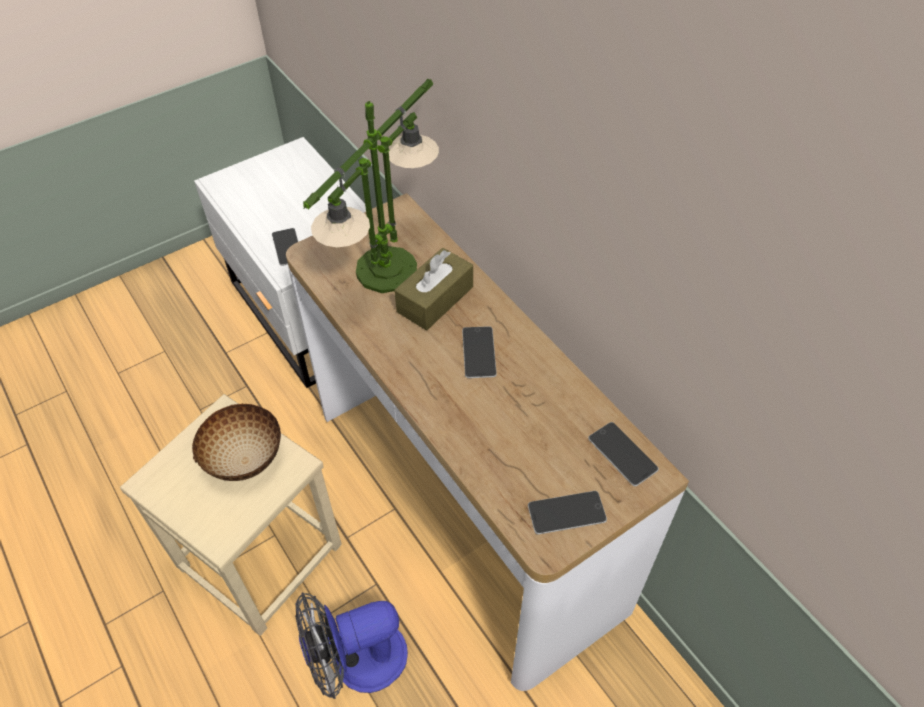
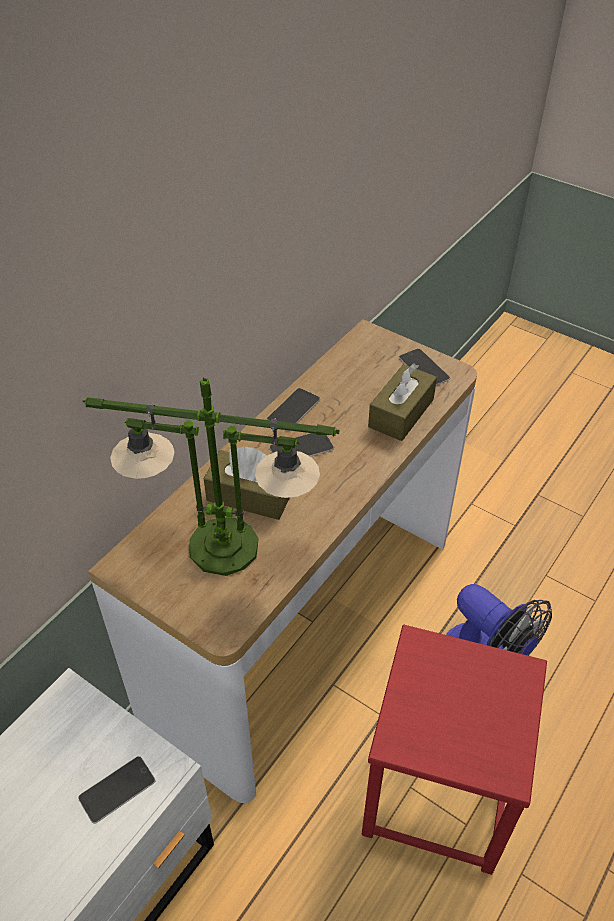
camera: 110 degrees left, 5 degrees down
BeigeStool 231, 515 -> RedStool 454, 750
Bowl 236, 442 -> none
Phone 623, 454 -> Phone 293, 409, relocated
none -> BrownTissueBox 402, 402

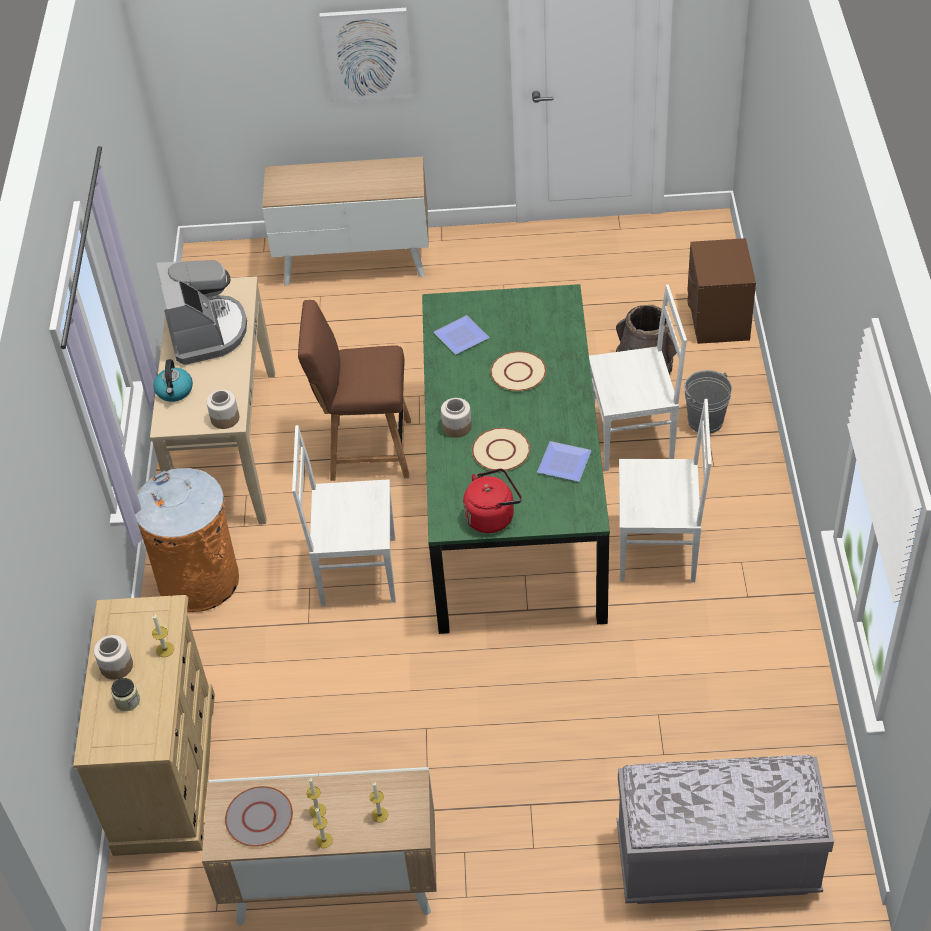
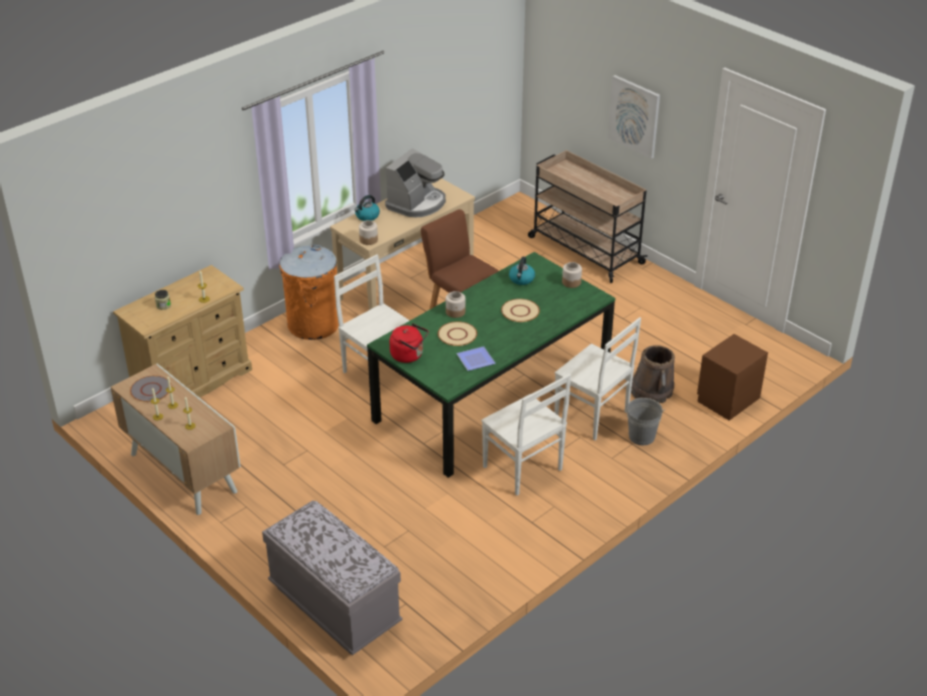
camera: 45 degrees right, 10 degrees down
Jar 113, 657 -> Jar 572, 275, relocated
Cabinet 345, 221 -> BeigeCart 588, 216
Plate 461, 335 -> Kettle 522, 271

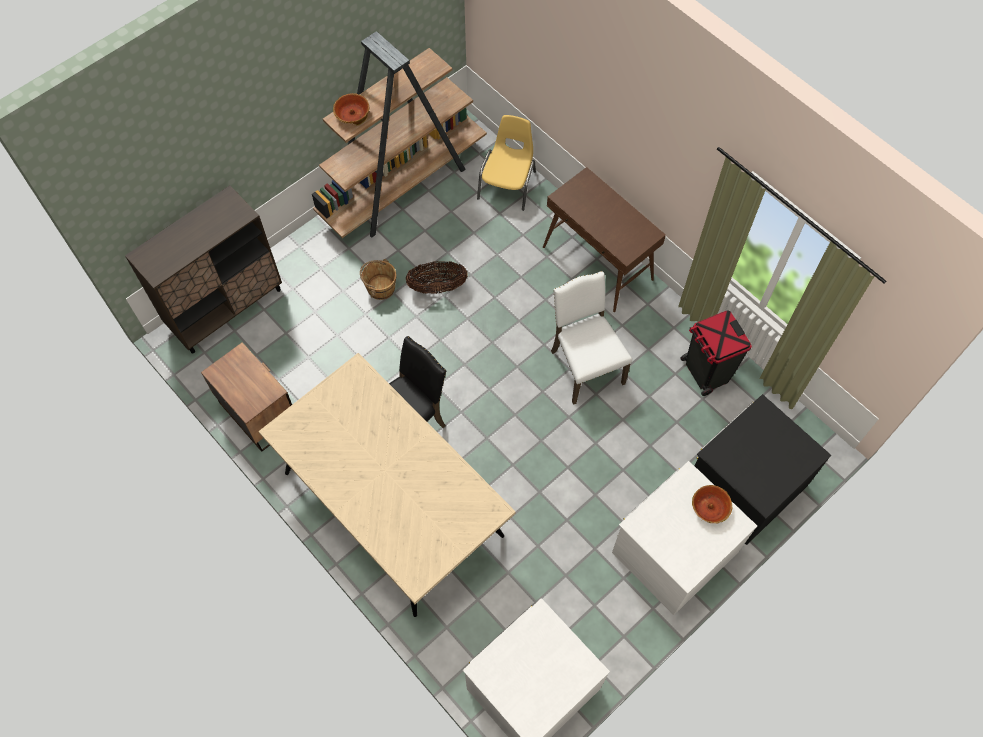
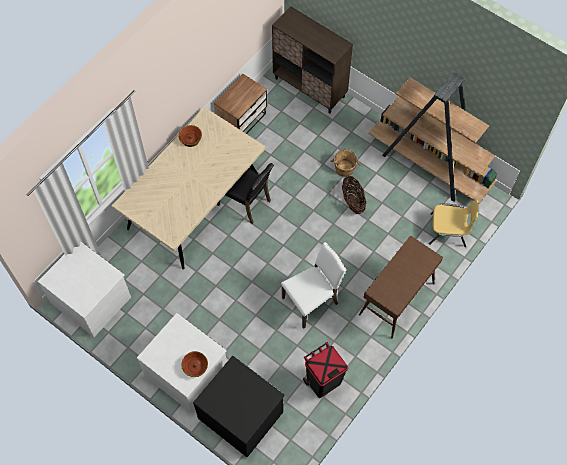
camera: 80 degrees right, 0 degrees up
Bowl 351, 109 -> Bowl 190, 136, relocated

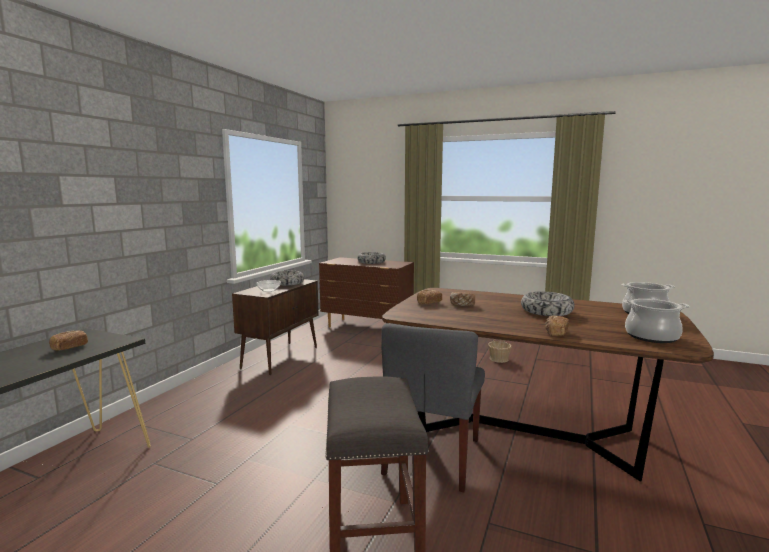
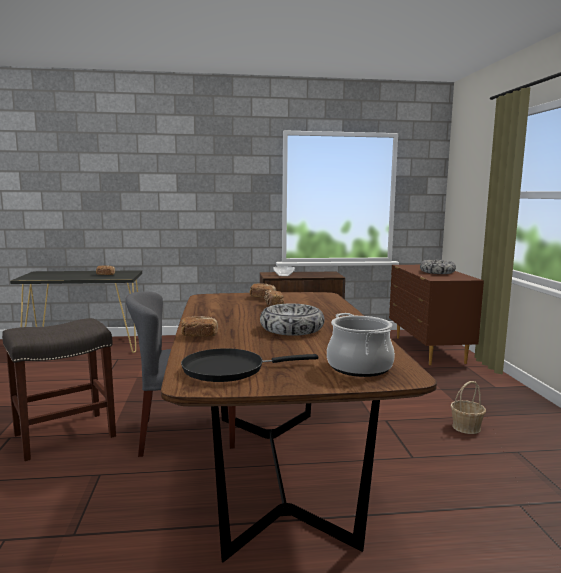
camera: 60 degrees right, 0 degrees up
Bowl 287, 278 -> none
CookingPot 657, 321 -> BlackFryingPan 249, 365

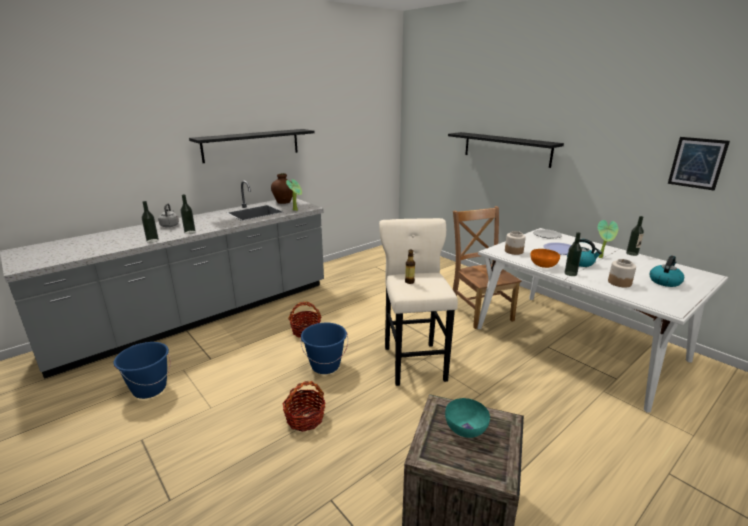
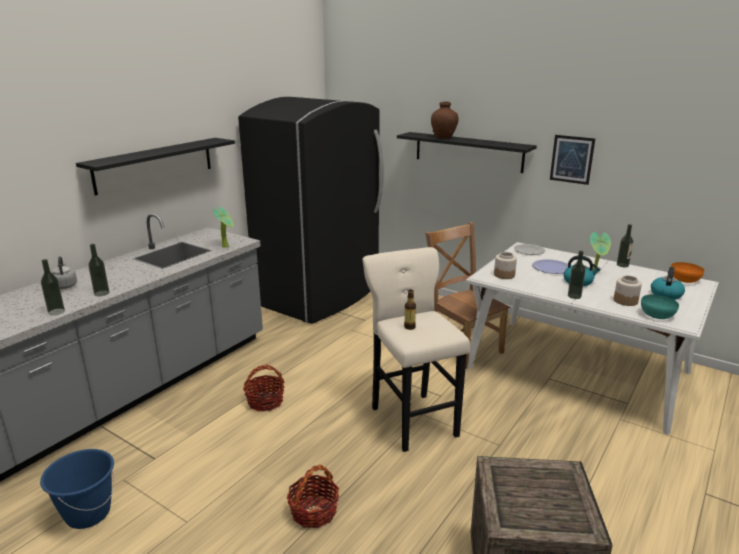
camera: 15 degrees left, 0 degrees up
BrownVase 282, 188 -> BrownVase 445, 120, relocated
BlueBucket 324, 348 -> none
TurquoiseBowl 467, 418 -> TurquoiseBowl 660, 307, relocated
OrangeBowl 545, 258 -> OrangeBowl 687, 272, relocated
Picture 699, 164 -> Picture 572, 160, relocated
none -> BlackFridge 311, 210

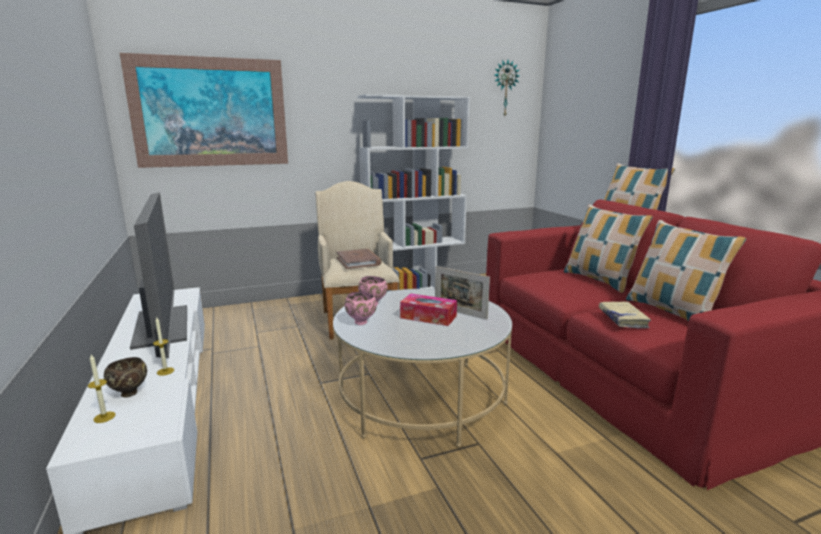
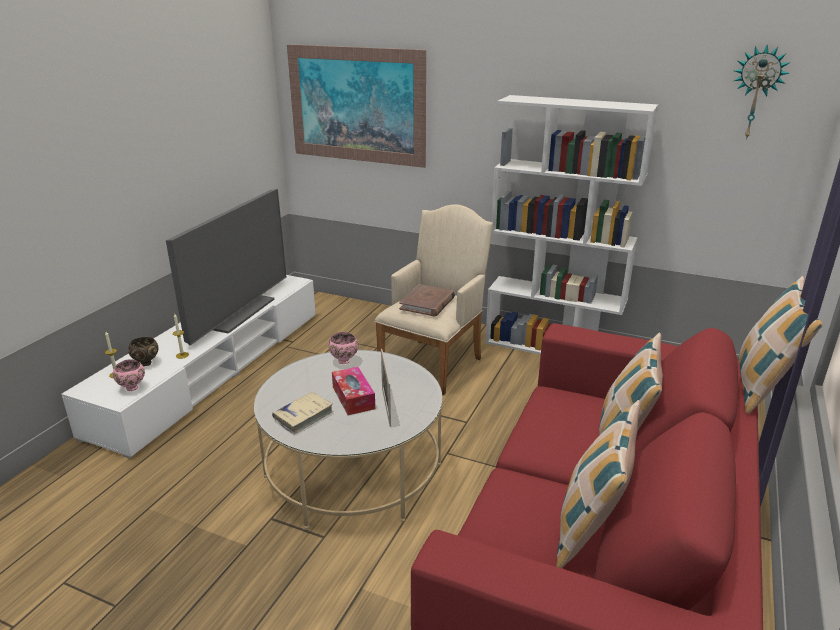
camera: 45 degrees right, 10 degrees up
PinkBowl 360, 308 -> PinkBowl 129, 375, relocated
BeigeBook 625, 315 -> BeigeBook 303, 413, relocated

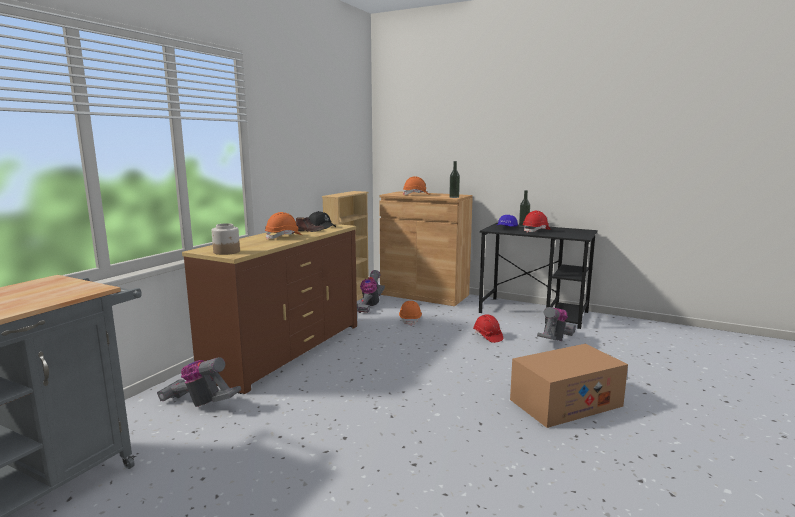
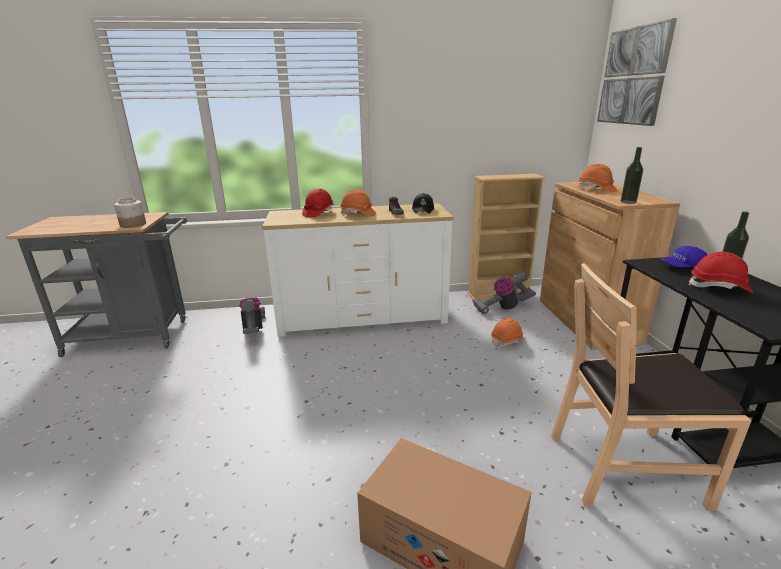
camera: 55 degrees right, 10 degrees up
BrownDresser 269, 309 -> WhiteDresser 357, 270
Jar 226, 239 -> Jar 130, 213, relocated
RedHardHat 488, 328 -> RedHardHat 318, 203, relocated
VacuumCleaner 556, 324 -> BrownChair 651, 387
none -> Picture 637, 72

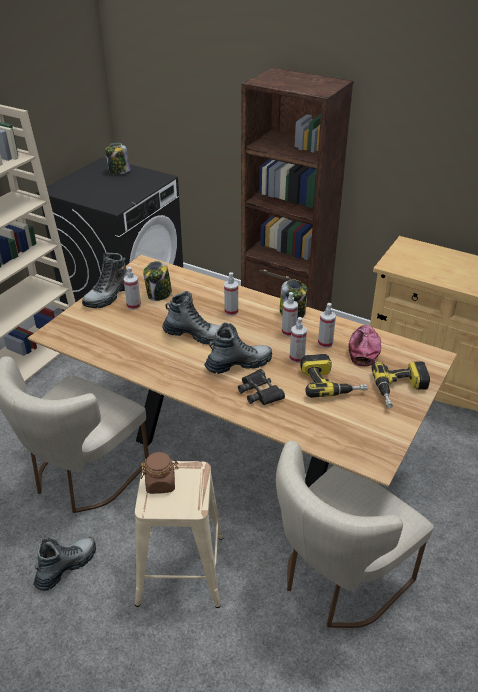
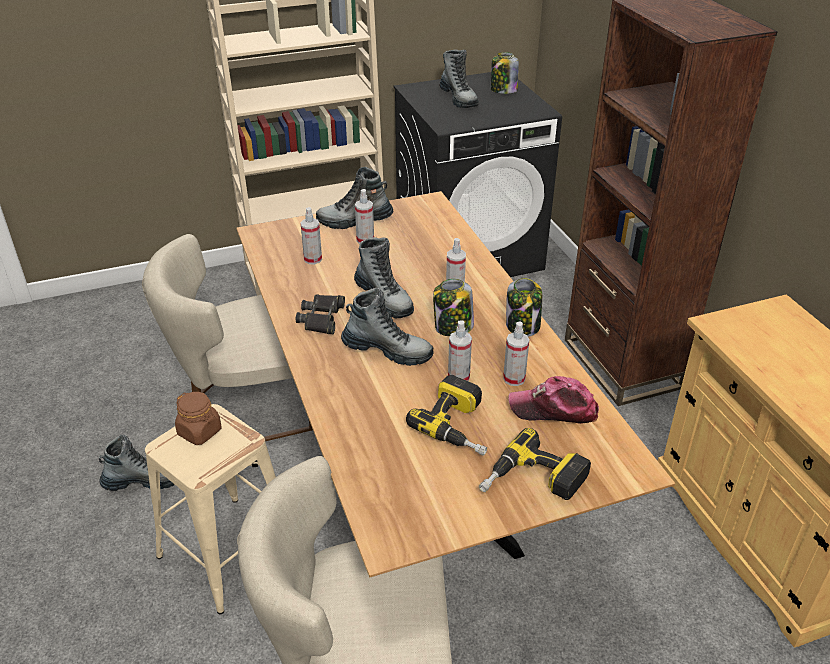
camera: 40 degrees right, 0 degrees up
Jar 157, 281 -> Jar 453, 307, relocated
BlackBinoculars 261, 387 -> BlackBinoculars 320, 314, relocated
SprayBottle 290, 314 -> SprayBottle 311, 235, relocated
Cap 365, 345 -> Cap 554, 400, 135 degrees counterclockwise
none -> Boot 459, 79

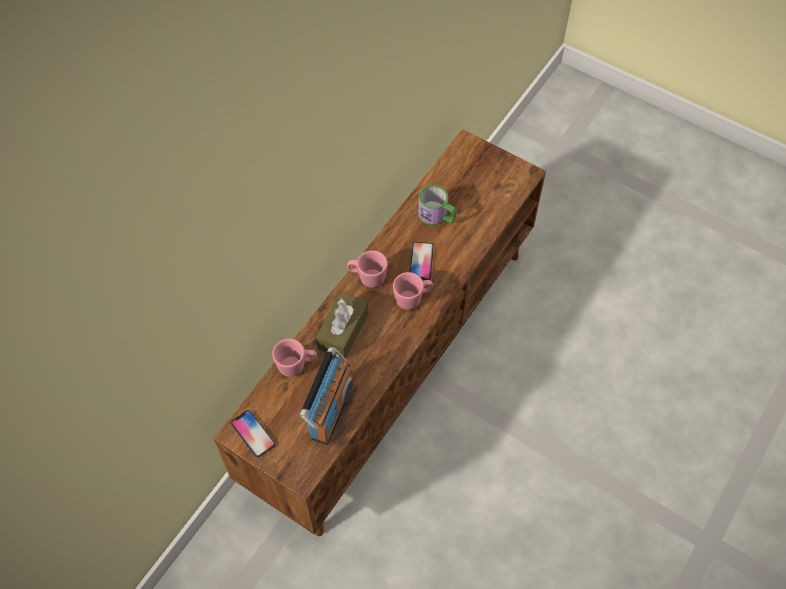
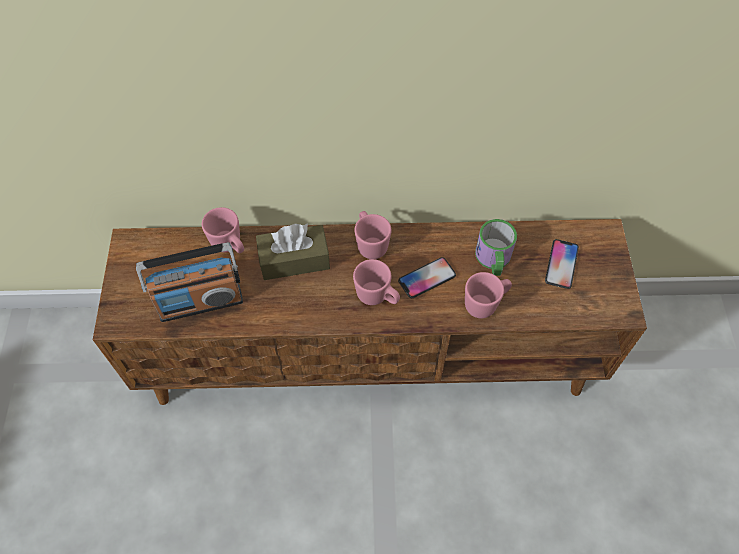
camera: 55 degrees right, 0 degrees up
Phone 253, 433 -> Phone 562, 264, relocated
none -> PinkMug 488, 295

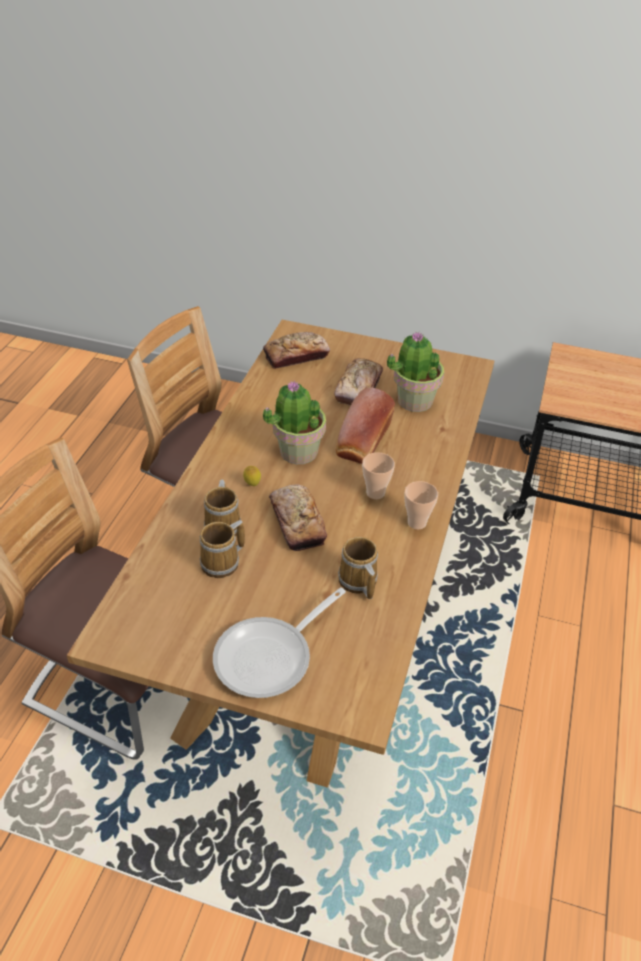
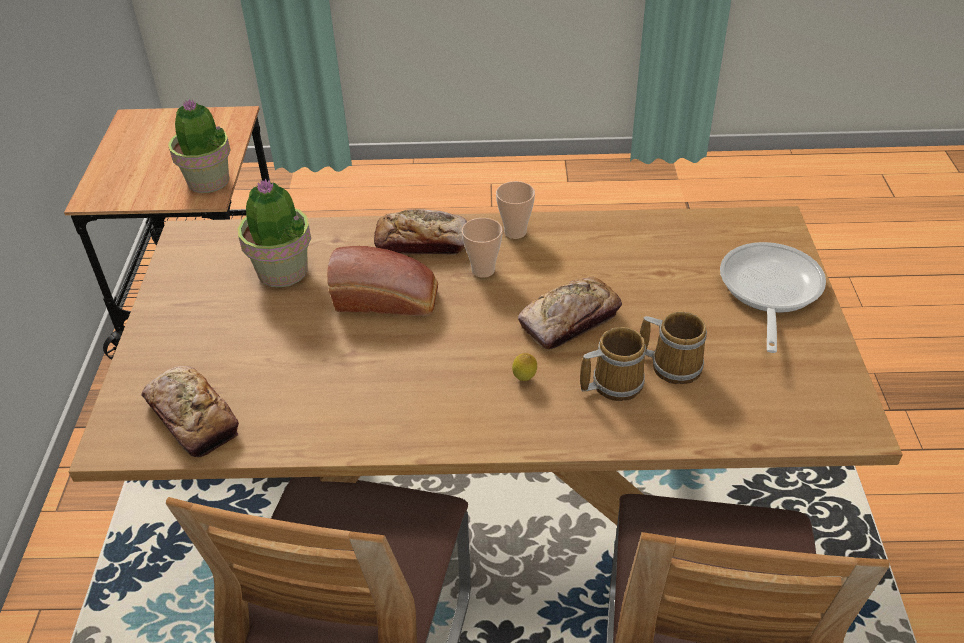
camera: 105 degrees left, 0 degrees up
FryingPan 279, 642 -> FryingPan 773, 297, 105 degrees counterclockwise
PottedPlant 294, 422 -> PottedPlant 199, 146, relocated
Bread 358, 382 -> Bread 420, 232, relocated
Mug 358, 568 -> none

